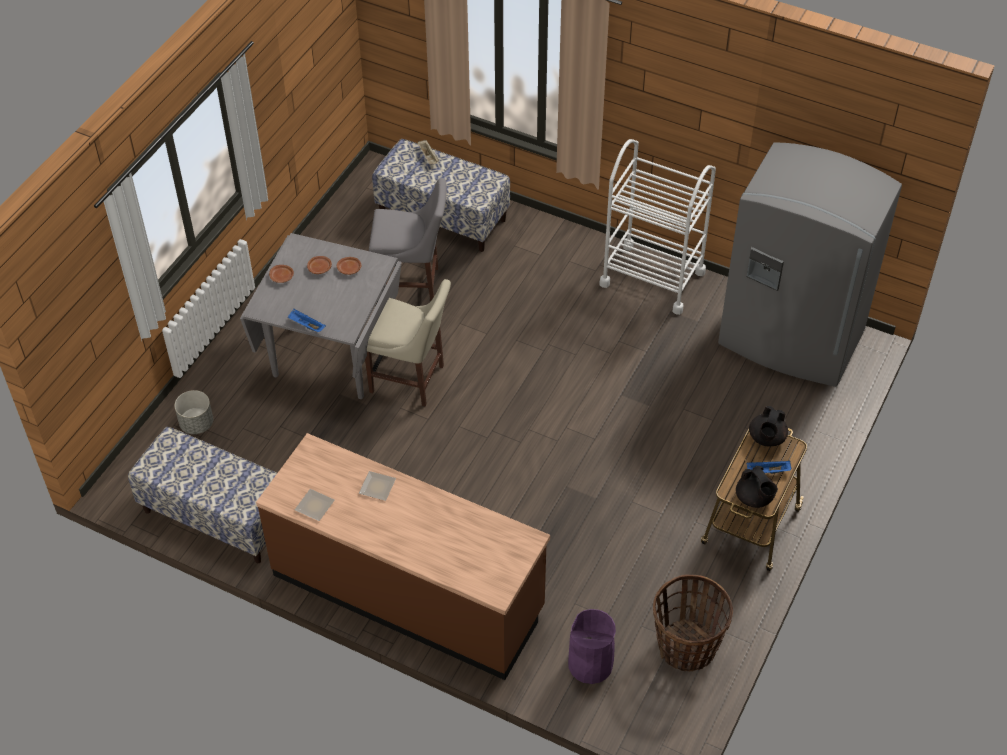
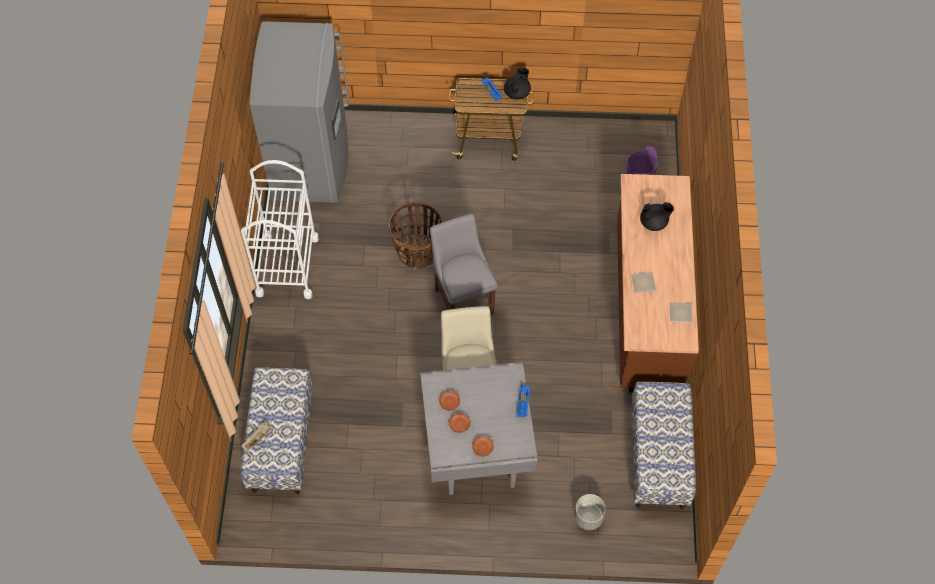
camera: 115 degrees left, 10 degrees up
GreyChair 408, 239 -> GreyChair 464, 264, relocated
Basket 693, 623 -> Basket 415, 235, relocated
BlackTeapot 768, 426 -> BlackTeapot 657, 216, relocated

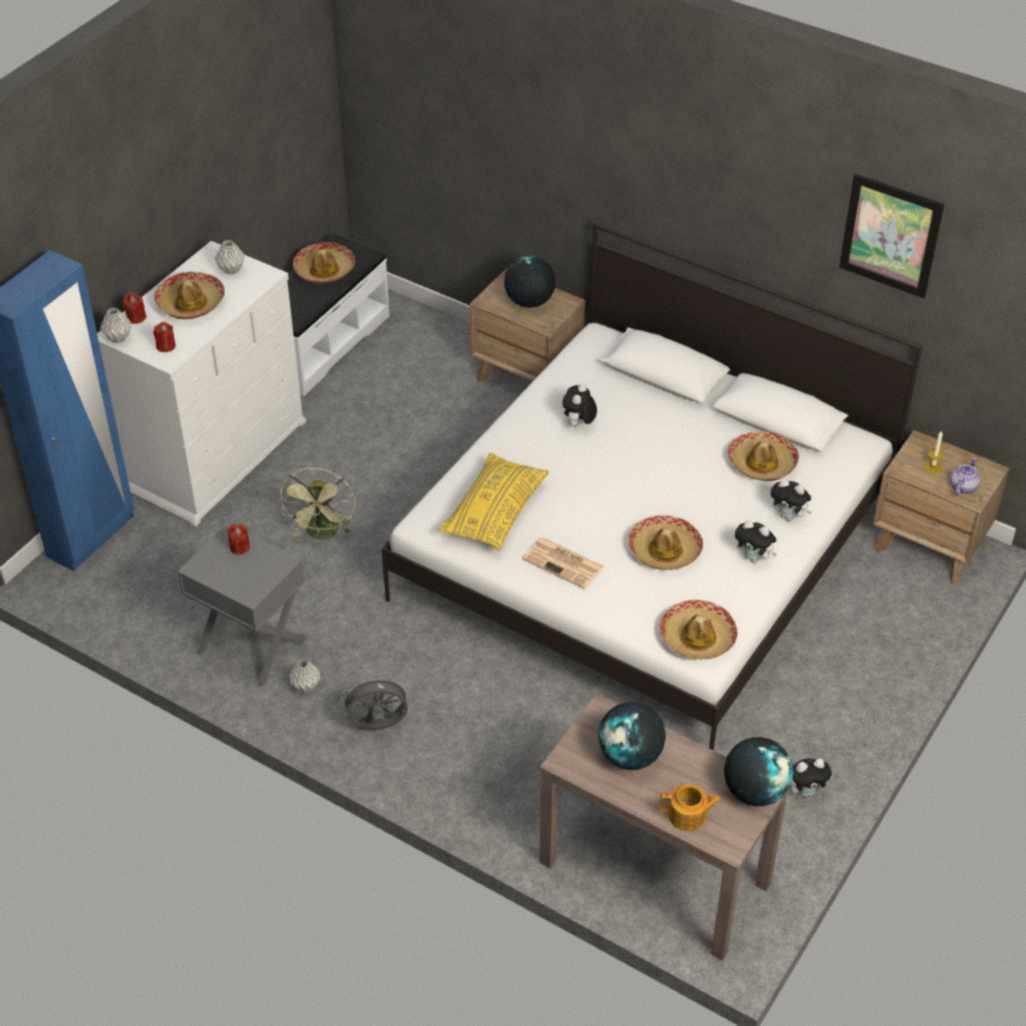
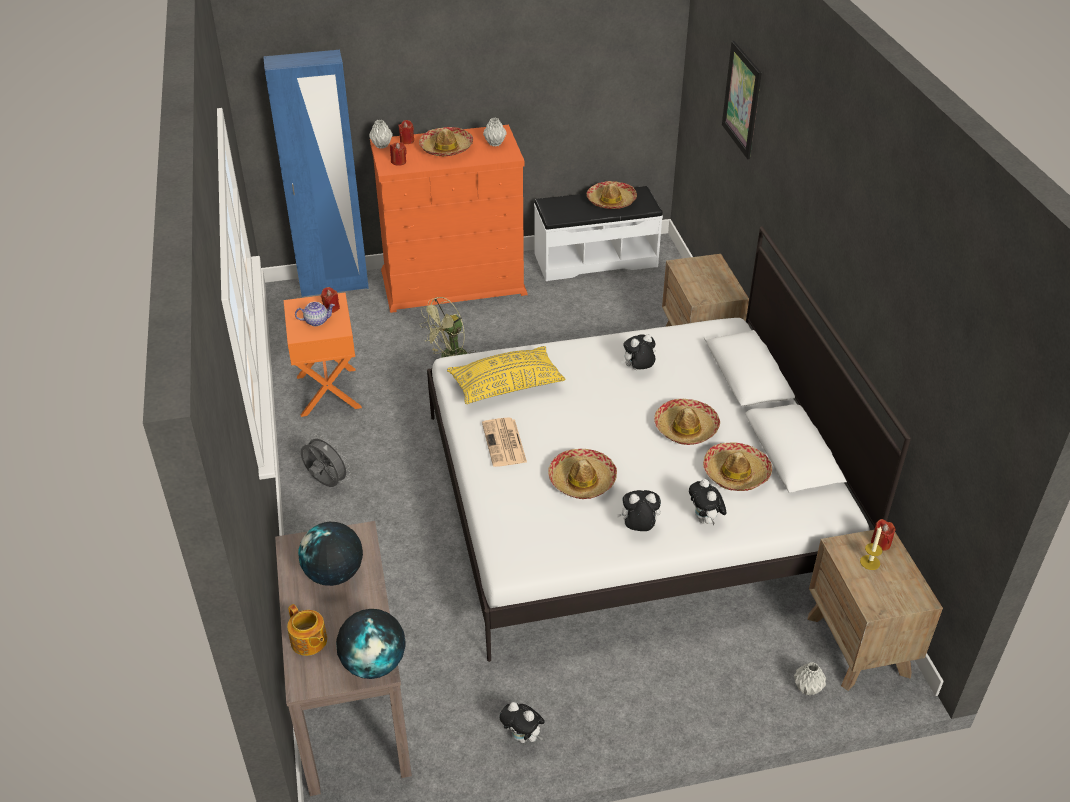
camera: 45 degrees right, 5 degrees down
WhiteDresser 201, 384 -> OrangeDresser 448, 219
GreyNightstand 242, 605 -> OrangeNightstand 323, 355
GreyVase 304, 676 -> GreyVase 810, 678, relocated
Globe 530, 282 -> none
Hat 698, 630 -> Hat 687, 422, relocated
PlushToy 756, 541 -> PlushToy 638, 510, 105 degrees clockwise
Picture 891, 236 -> Picture 742, 100, relocated
Teapot 965, 476 -> Teapot 315, 314, relocated
none -> RedCandle 883, 535

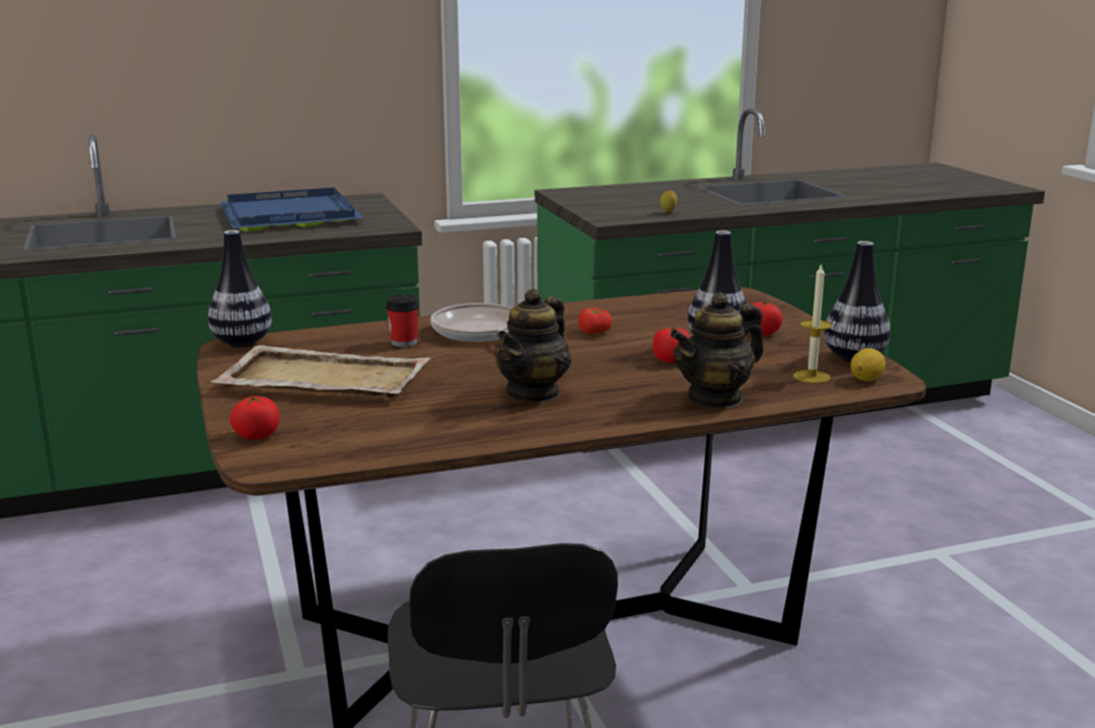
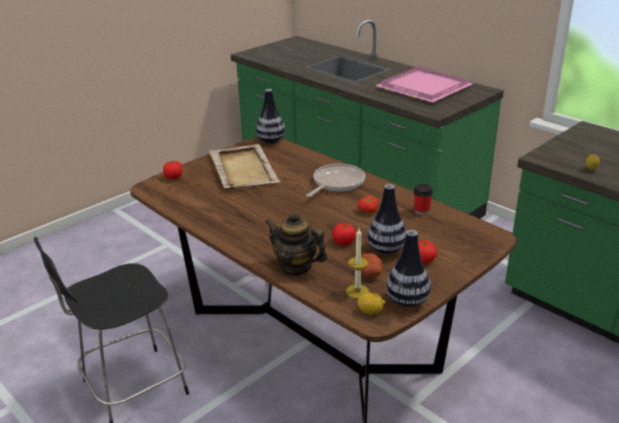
camera: 65 degrees right, 10 degrees up
BlueTray 292, 210 -> PinkTray 424, 84
Cup 402, 320 -> Cup 423, 199, relocated
Teapot 533, 345 -> none
none -> Potato 372, 265

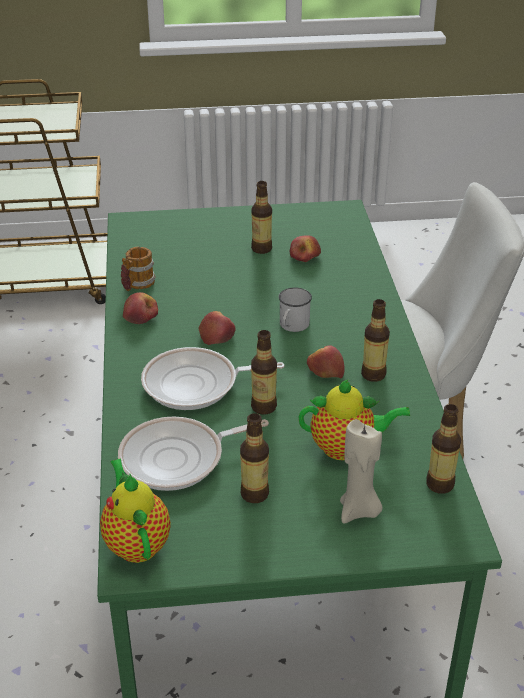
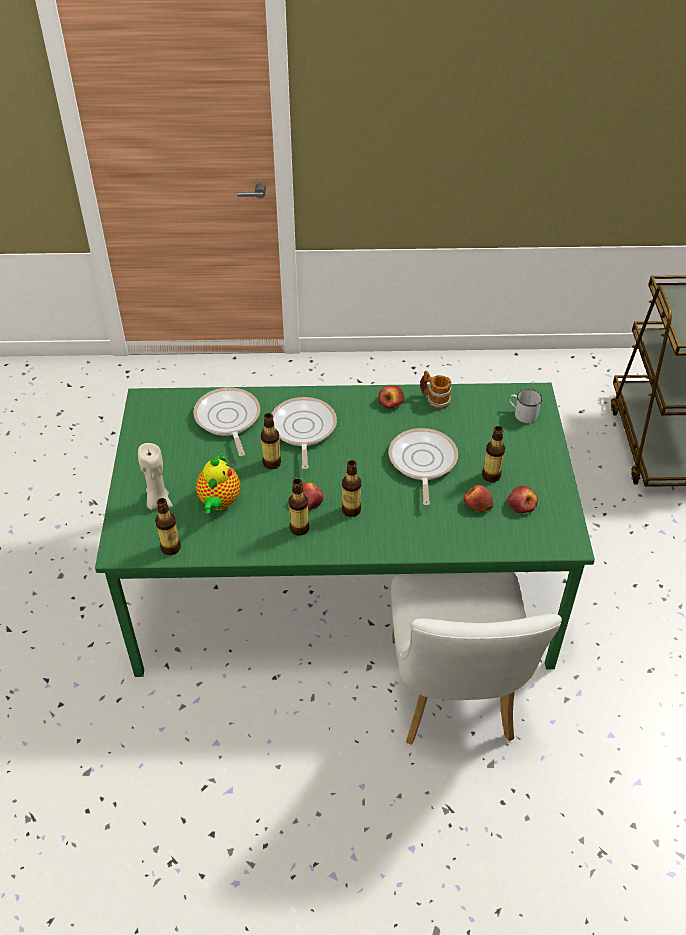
camera: 95 degrees right, 10 degrees up
Teapot 135, 511 -> none
Apple 217, 328 -> Apple 522, 499, relocated
Bottle 254, 458 -> Bottle 351, 488, relocated
WhiteMug 295, 310 -> WhiteMug 525, 406, relocated
none -> FryingPan 423, 467

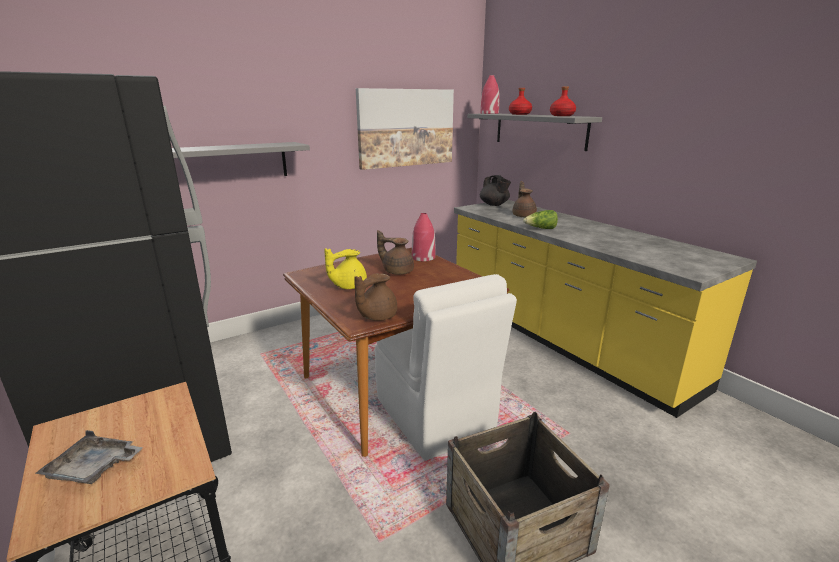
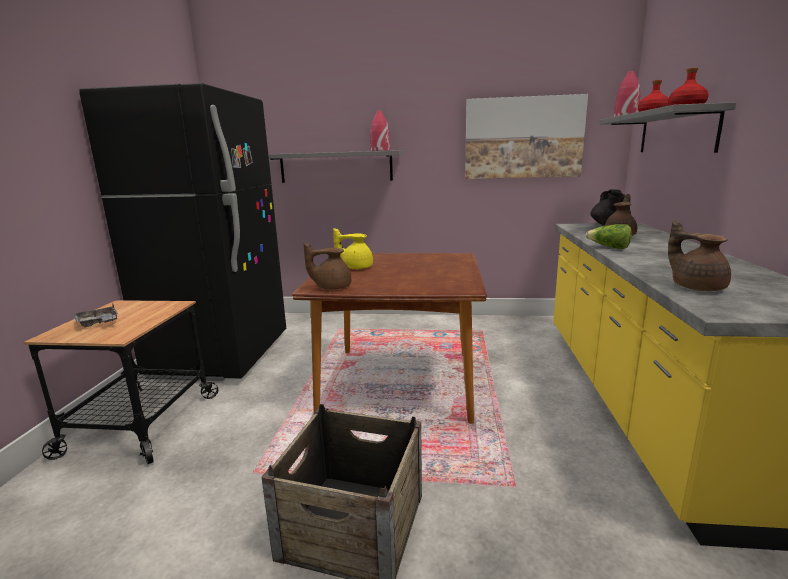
camera: 40 degrees right, 5 degrees down
WhiteChair 446, 367 -> none
BrownTeapot 395, 252 -> BrownTeapot 699, 255, relocated
RedVase 423, 237 -> RedVase 380, 131, relocated

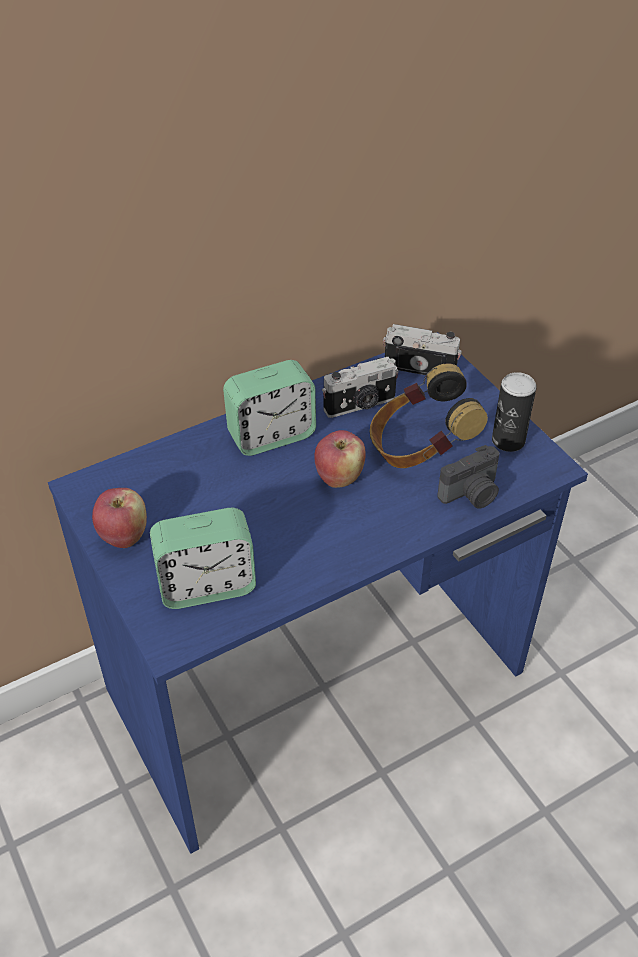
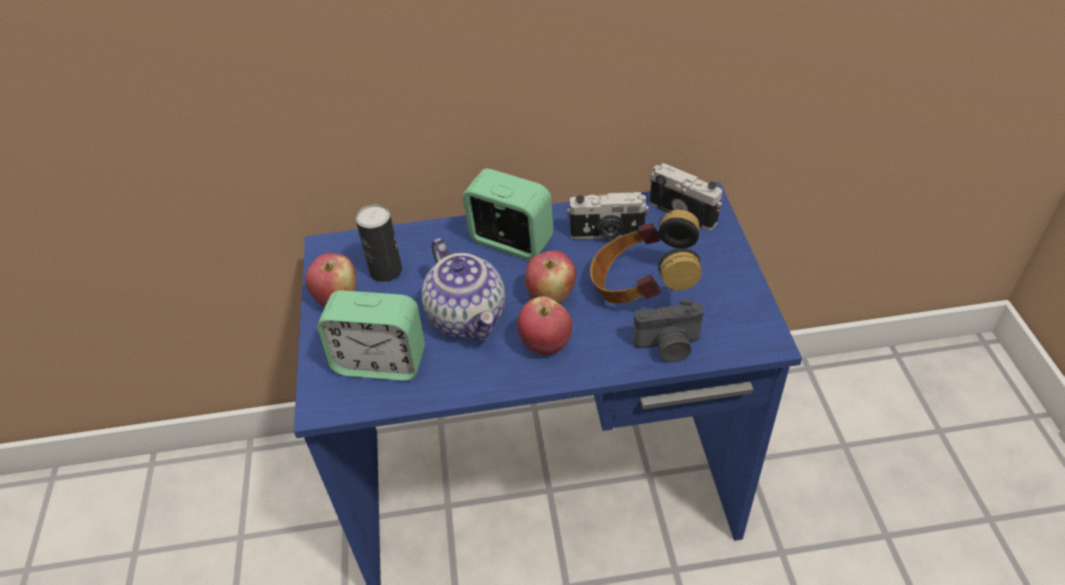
camera: 25 degrees right, 0 degrees up
AlarmClock 269, 408 -> AlarmClock 508, 214, 150 degrees counterclockwise
Can 514, 412 -> Can 379, 243, relocated
none -> Teapot 463, 289
none -> Apple 544, 326

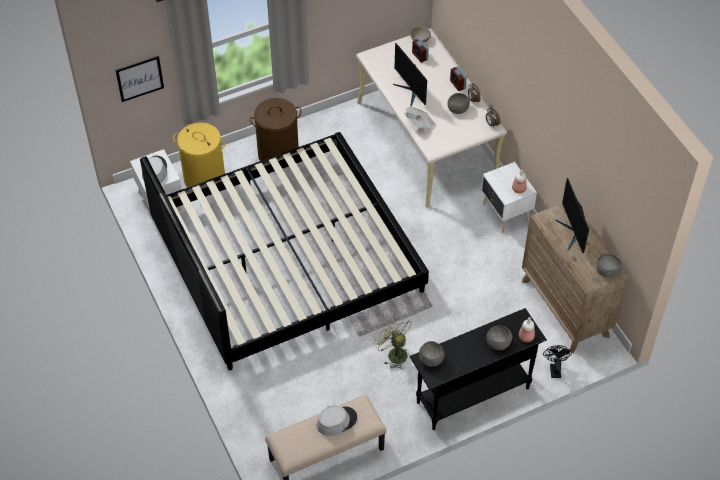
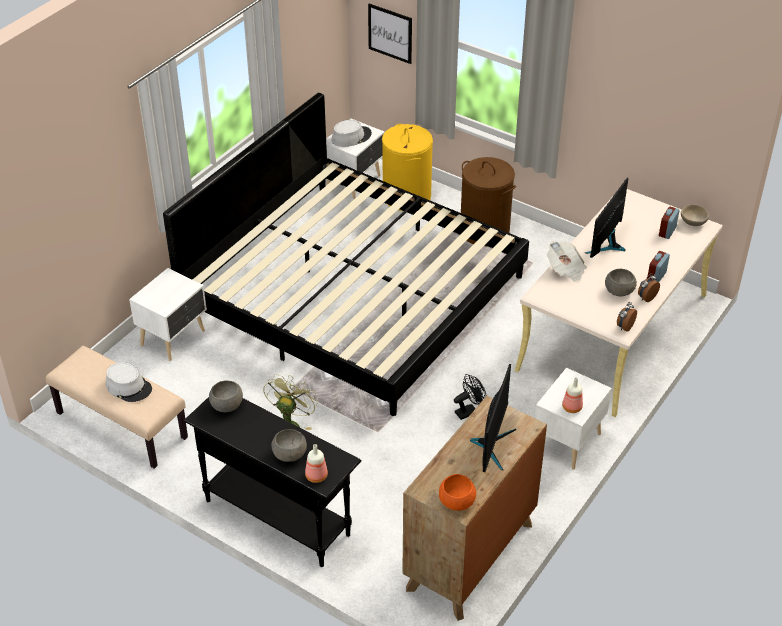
camera: 60 degrees right, 10 degrees down
BlackFan 557, 361 -> BlackFan 470, 397, relocated
Monitor 572, 215 -> Monitor 493, 418, 150 degrees clockwise
GreyBowl 609, 266 -> OrangeBowl 457, 492
none -> WhiteNightstand 168, 314

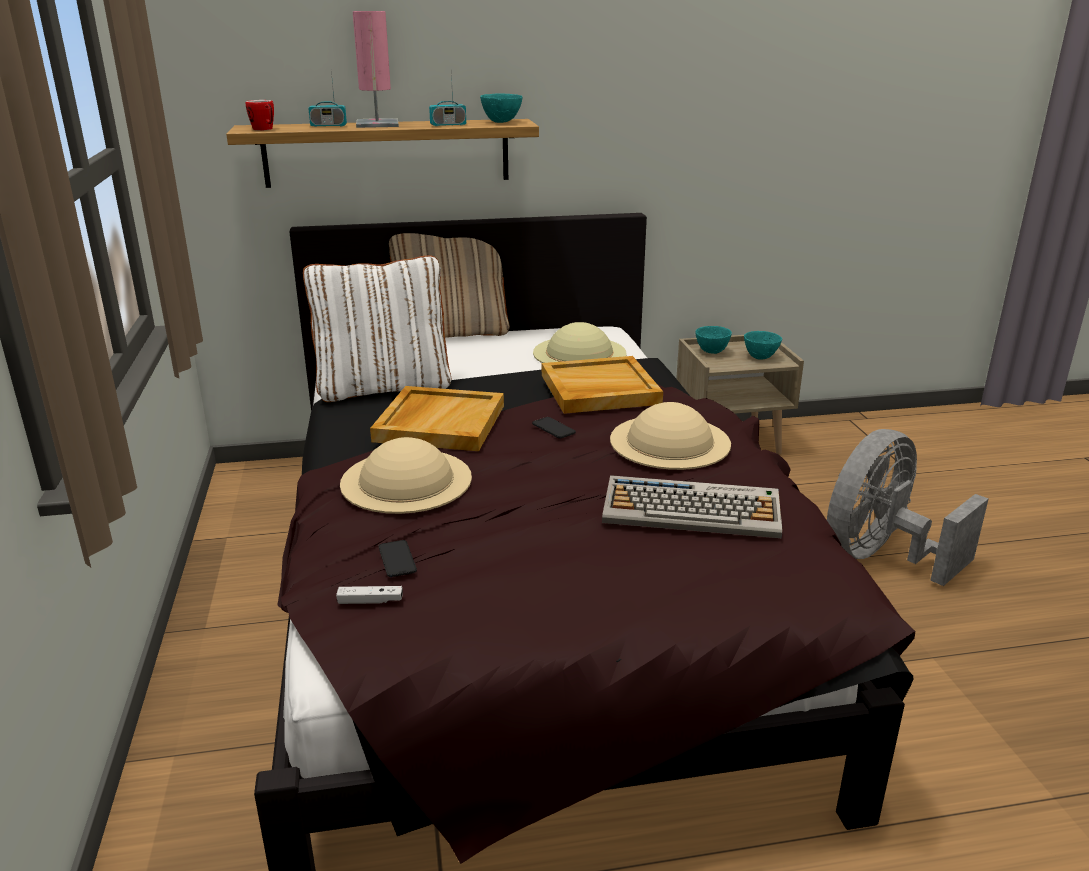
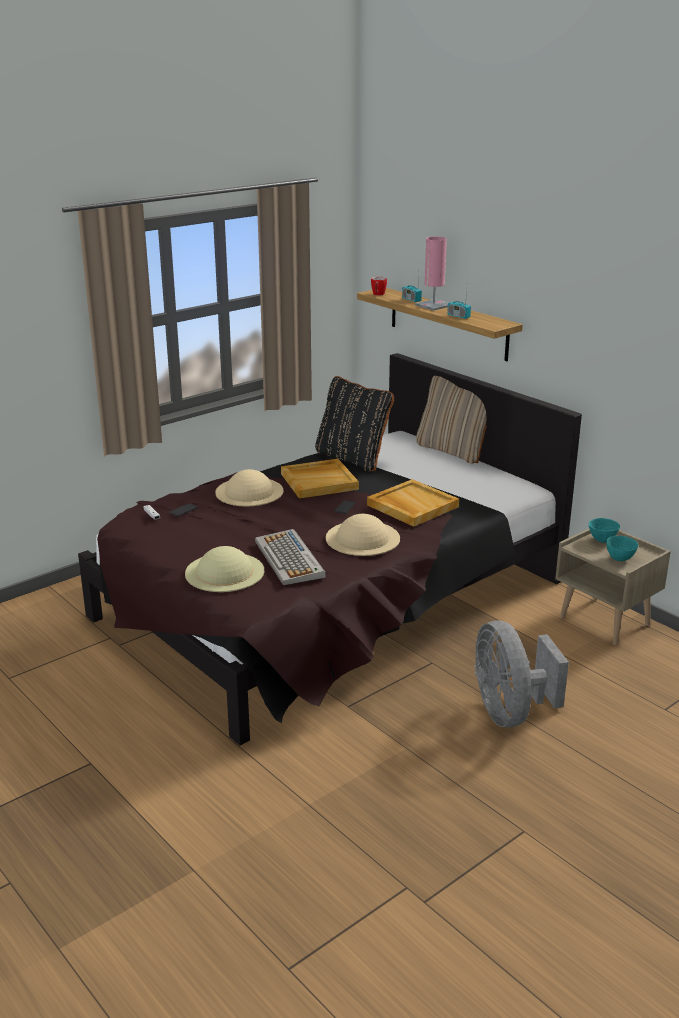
camera: 60 degrees right, 0 degrees up
WhitePillow 377, 328 -> BlackPillow 354, 424
TurquoiseBowl 501, 108 -> none
BeigeHat 580, 342 -> BeigeHat 224, 569, relocated
GreyFan 907, 507 -> GreyFan 521, 673, 120 degrees counterclockwise

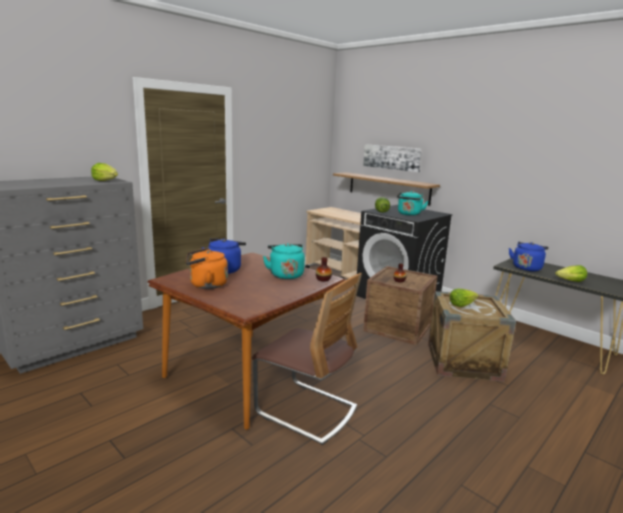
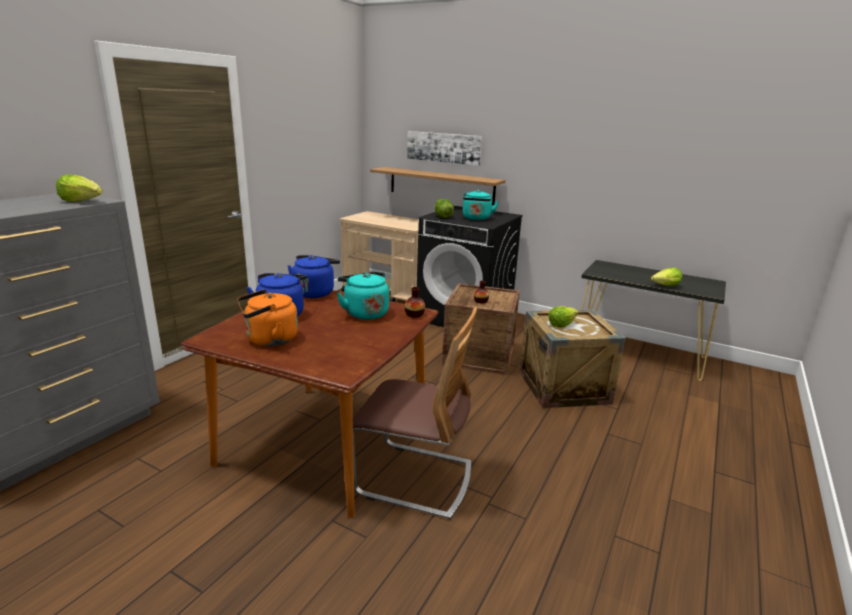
camera: 15 degrees left, 5 degrees up
BlueKettle 528, 256 -> BlueKettle 314, 276, relocated

